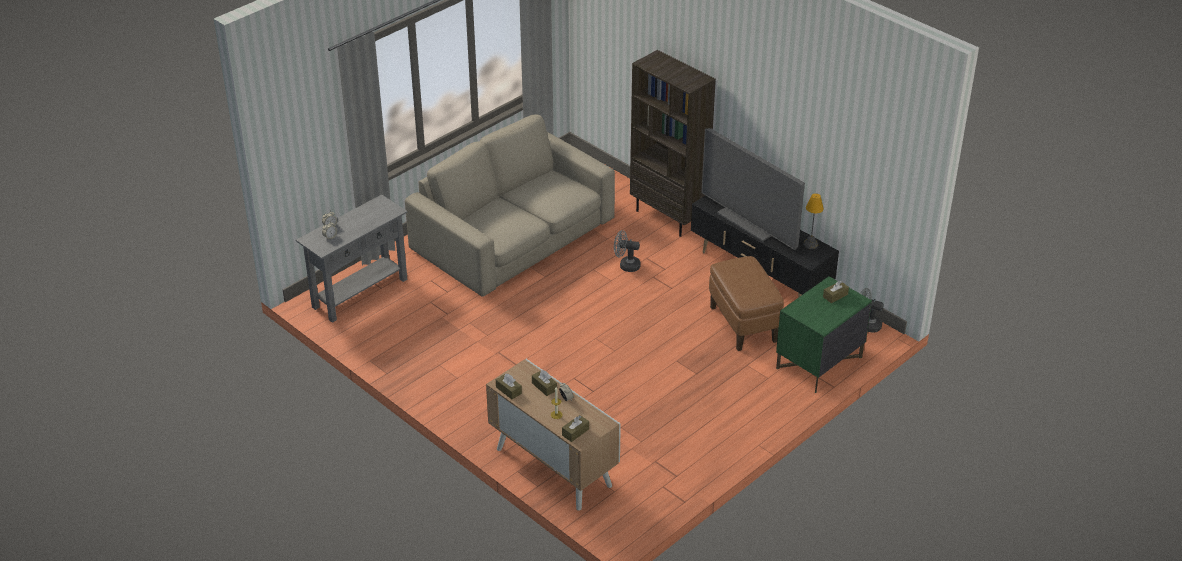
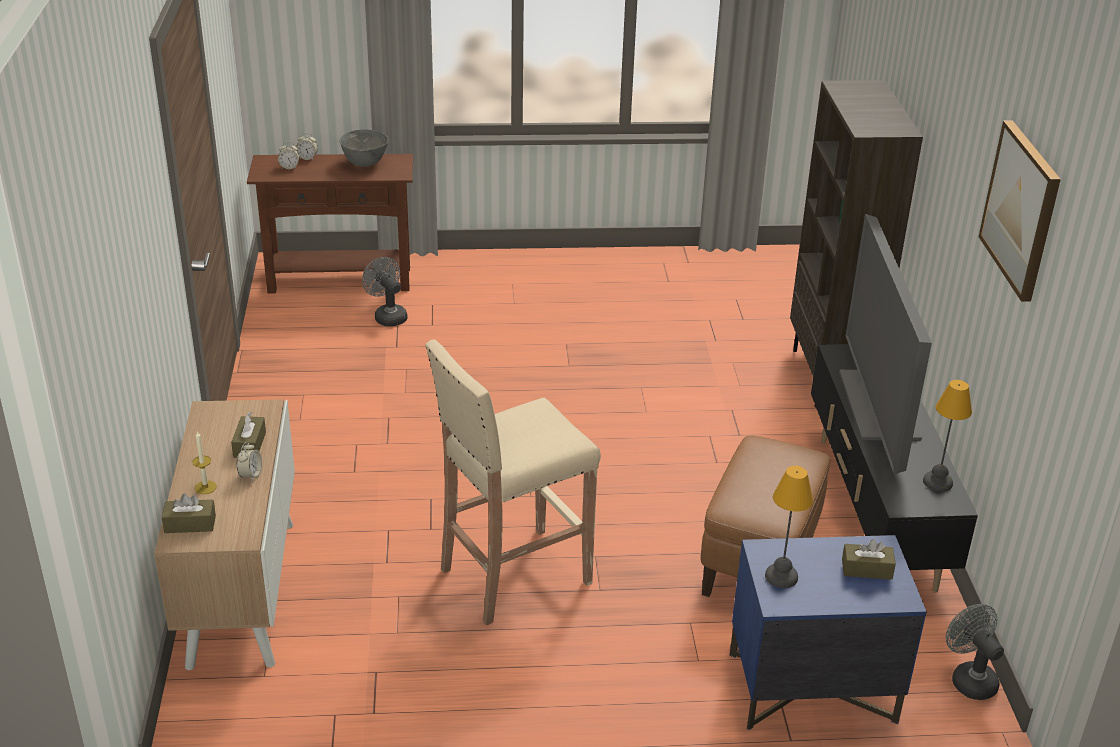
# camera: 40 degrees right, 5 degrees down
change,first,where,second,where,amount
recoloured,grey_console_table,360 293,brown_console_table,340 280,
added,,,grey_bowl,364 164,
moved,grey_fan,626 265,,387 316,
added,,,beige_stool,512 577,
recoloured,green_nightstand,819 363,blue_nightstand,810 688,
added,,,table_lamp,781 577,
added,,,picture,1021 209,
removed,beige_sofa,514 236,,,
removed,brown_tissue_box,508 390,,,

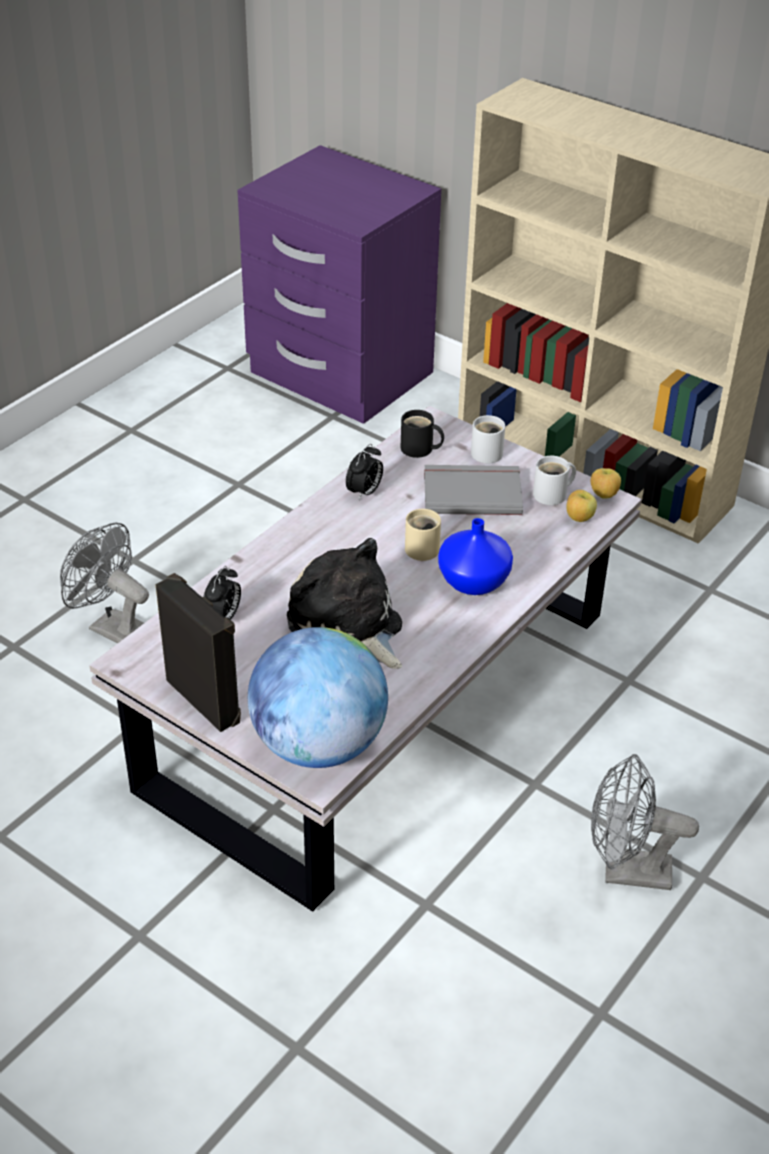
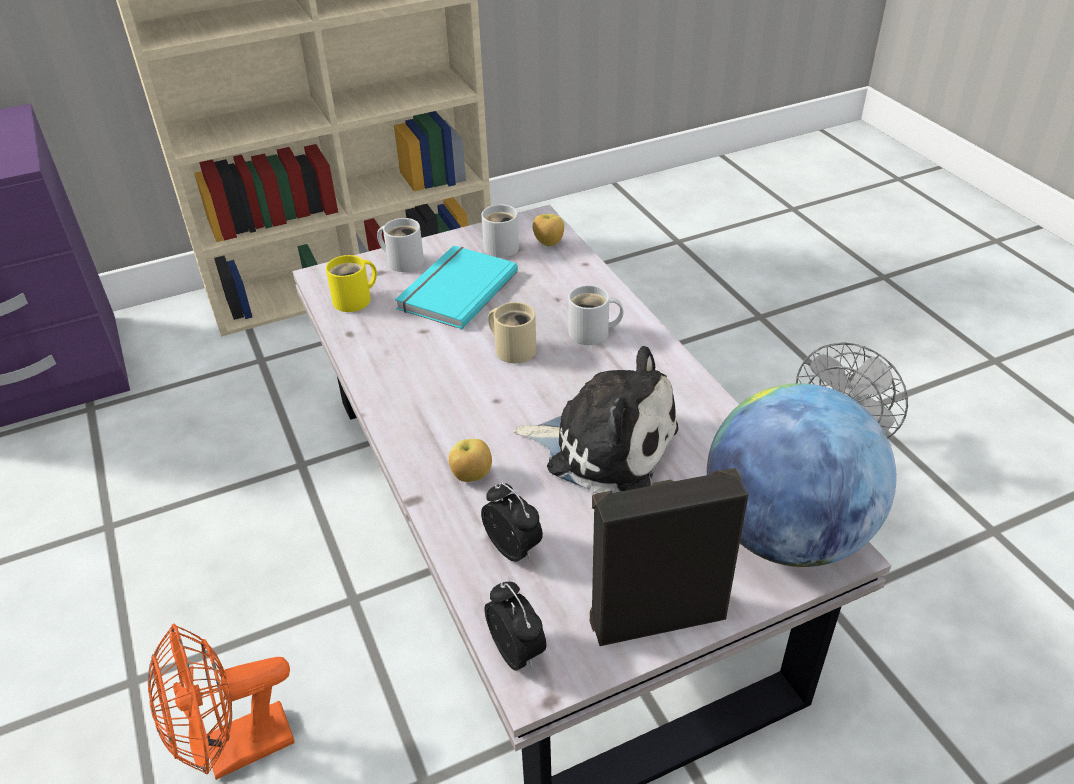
# camera: 60 degrees left, 0 degrees up
change,first,where,second,where,amount
recoloured,grey_fan,112 628,orange_fan,236 750,
recoloured,black_mug,419 449,yellow_mug,356 300,
recoloured,grey_book,471 492,turquoise_book,454 290,
moved,apple,603 495,,471 476,
moved,alarm_clock,364 492,,517 652,
turned,plush_toy,348 628,,604 446,150 degrees counterclockwise
replaced,blue_vase,475 582,white_mug,593 333,

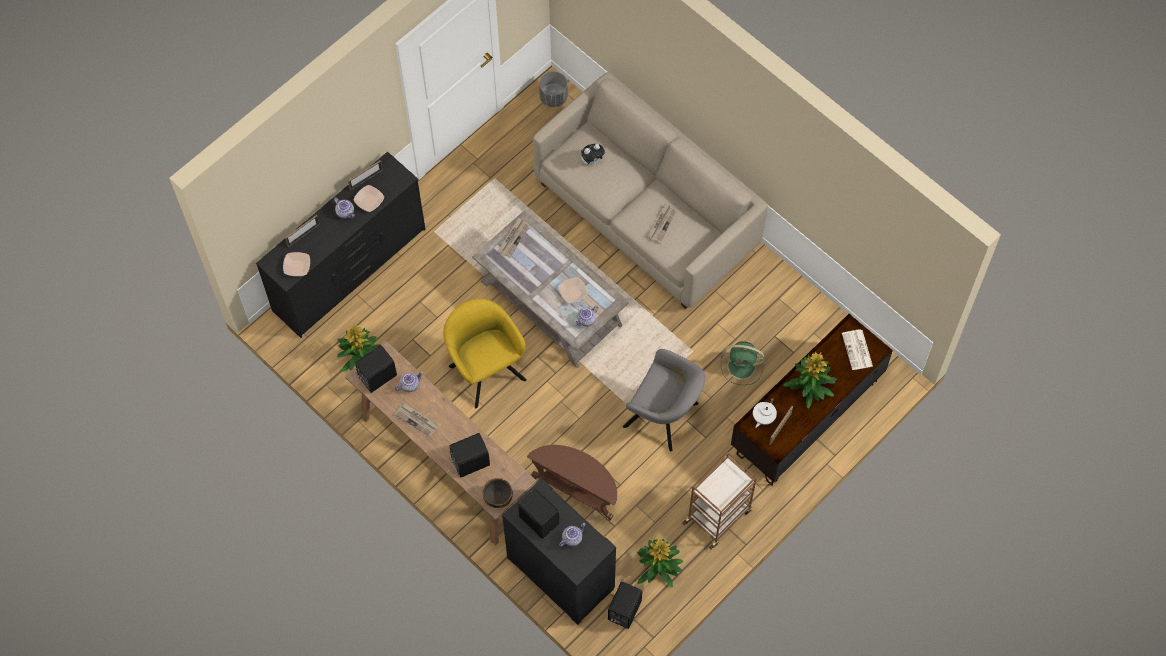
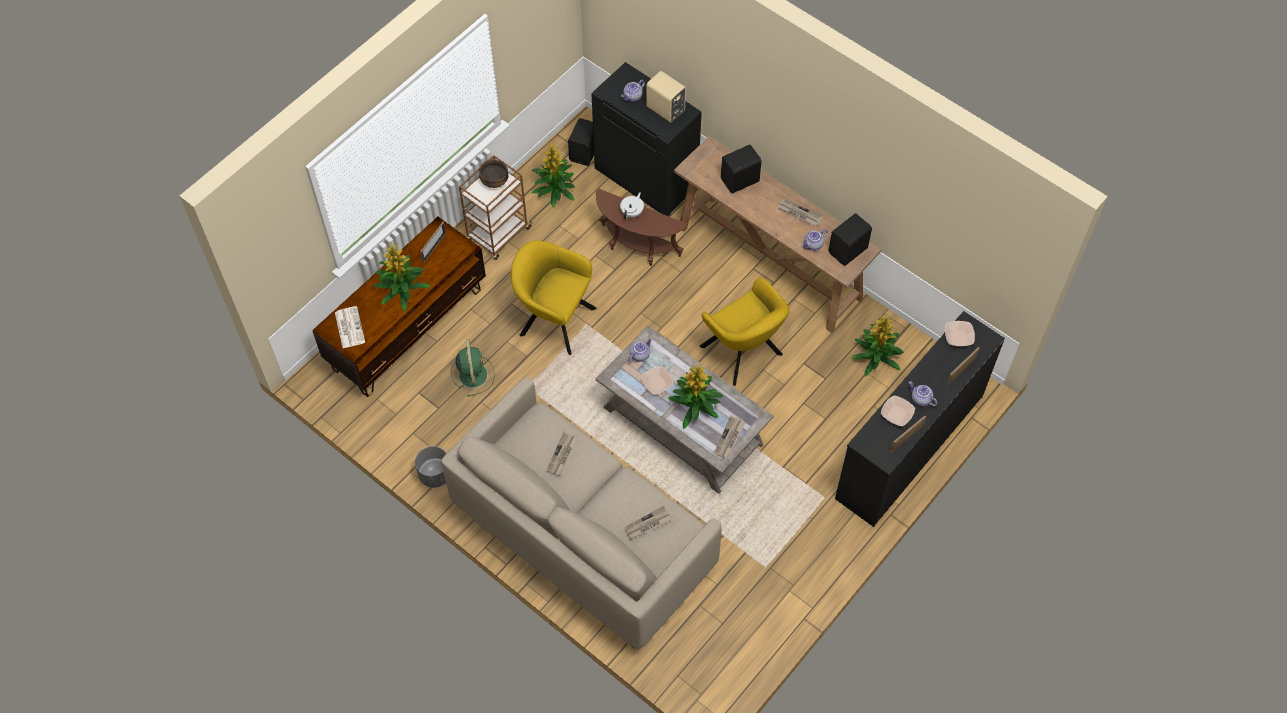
# camera: 175 degrees right, 5 degrees down
change,first,where,second,where,amount
moved,grey_planter,554 97,,435 475,
turned,green_fan,743 366,,473 374,75 degrees clockwise
moved,bowl,498 497,,494 182,
recoloured,grey_armchair,664 417,yellow_armchair,553 319,
moved,white_teapot,763 417,,632 212,
replaced,plush_toy,592 161,newspaper,648 524,
recoloured,black_speaker,539 519,beige_speaker,665 110,
added,,,potted_plant,695 405,

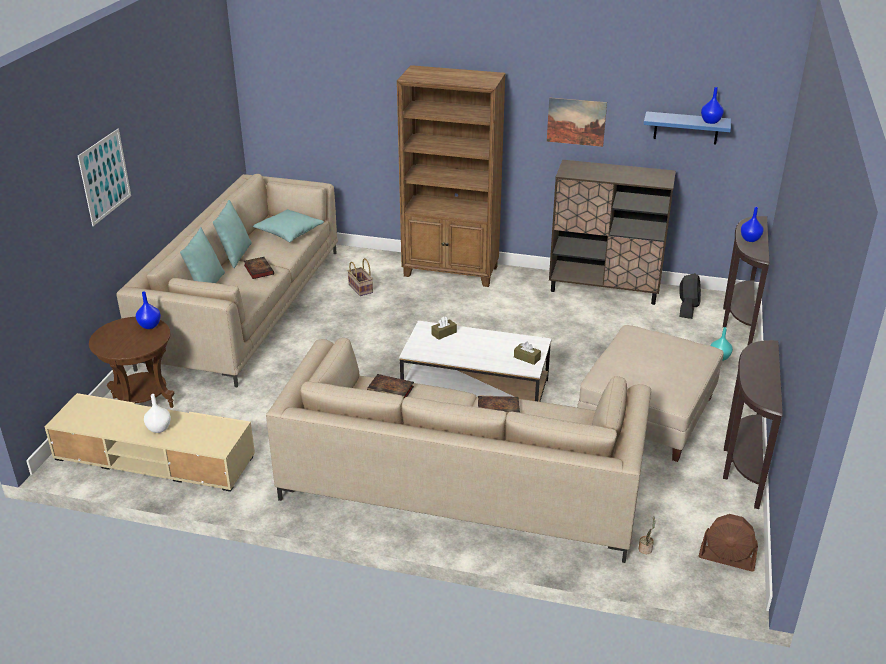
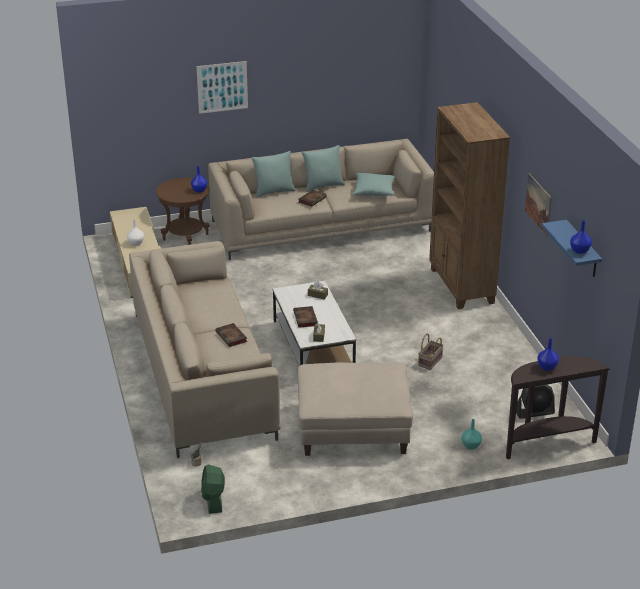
# camera: 60 degrees right, 0 degrees up
change,first,where,second,where,amount
recoloured,brown_fan,727 558,green_fan,213 500,
moved,book,392 390,,306 319,
moved,basket,361 289,,430 362,
removed,brown_cabinet,604 289,,,
removed,brown_console_table,741 466,,,

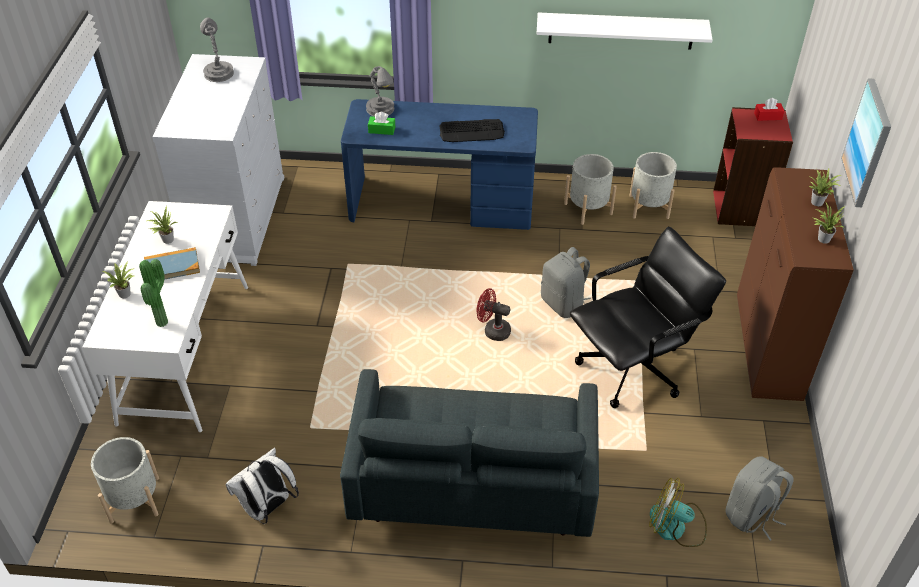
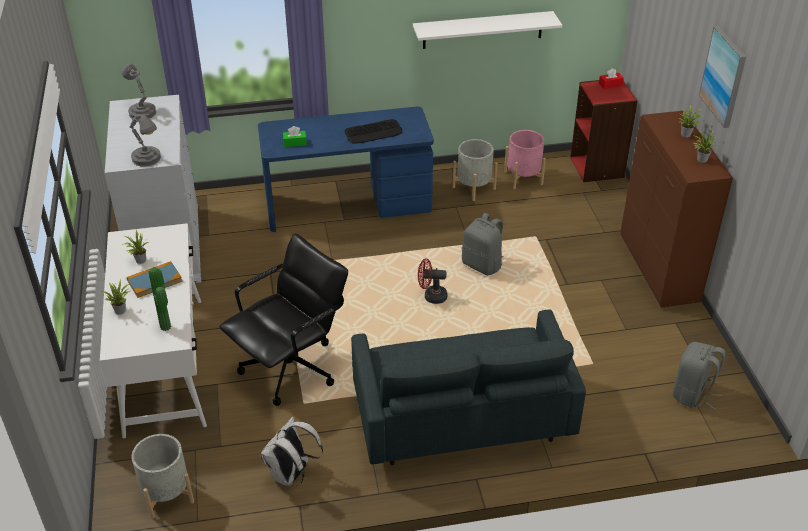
# camera: 15 degrees left, 5 degrees down
change,first,where,second,where,amount
moved,grey_table_lamp,381 110,,148 159,
moved,black_office_chair,633 369,,291 368,
recoloured,grey_planter,649 206,pink_planter,523 178,
removed,fan,676 526,,,

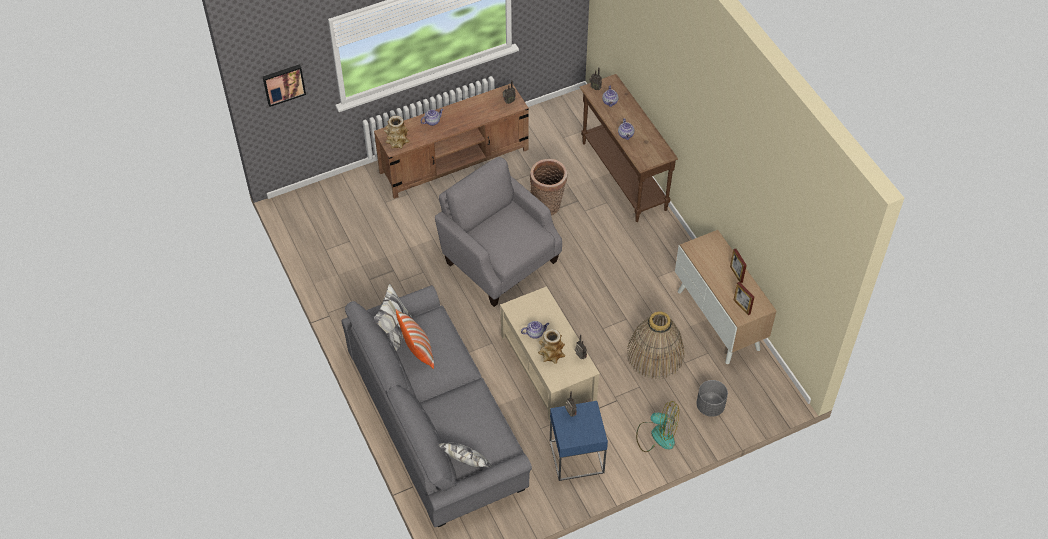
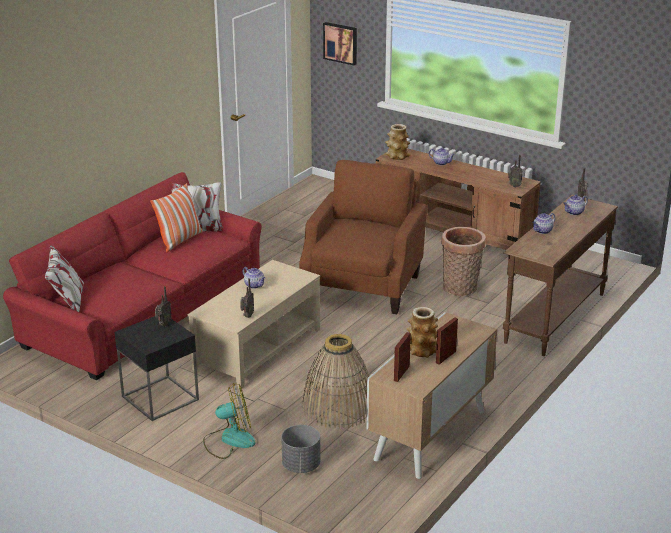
# camera: 60 degrees right, 25 degrees down
change,first,where,second,where,amount
recoloured,grey_sofa,436 419,red_sofa,145 310,
recoloured,blue_side_table,576 456,black_side_table,160 398,
turned,fan,656 435,,229 440,90 degrees counterclockwise
recoloured,grey_armchair,499 260,brown_armchair,363 285,
moved,vase,551 354,,422 350,

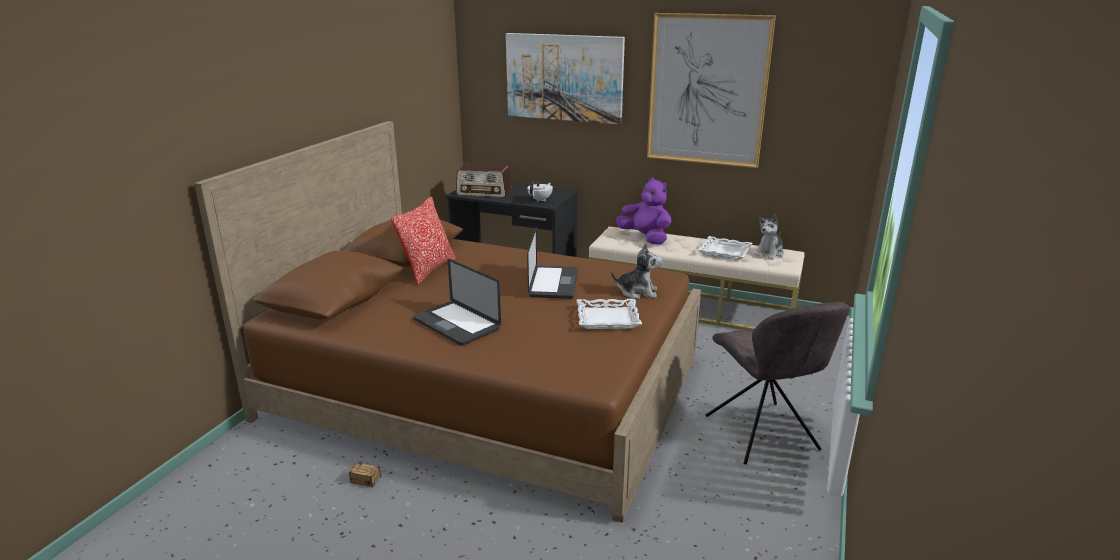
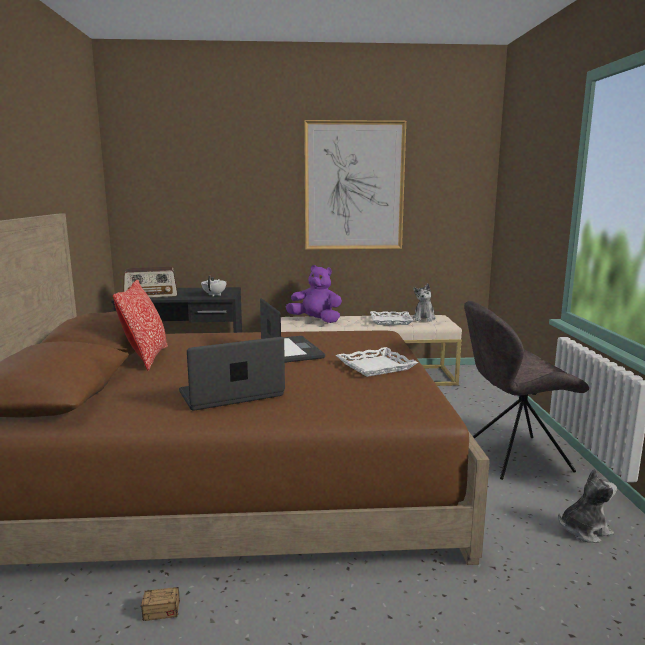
# camera: 25 degrees left, 10 degrees down
change,first,where,second,where,amount
turned,laptop,456 324,,231 394,135 degrees clockwise
turned,grey_chair,763 435,,513 457,120 degrees clockwise
moved,plush_toy,637 292,,583 530,
removed,picture,564 78,,,

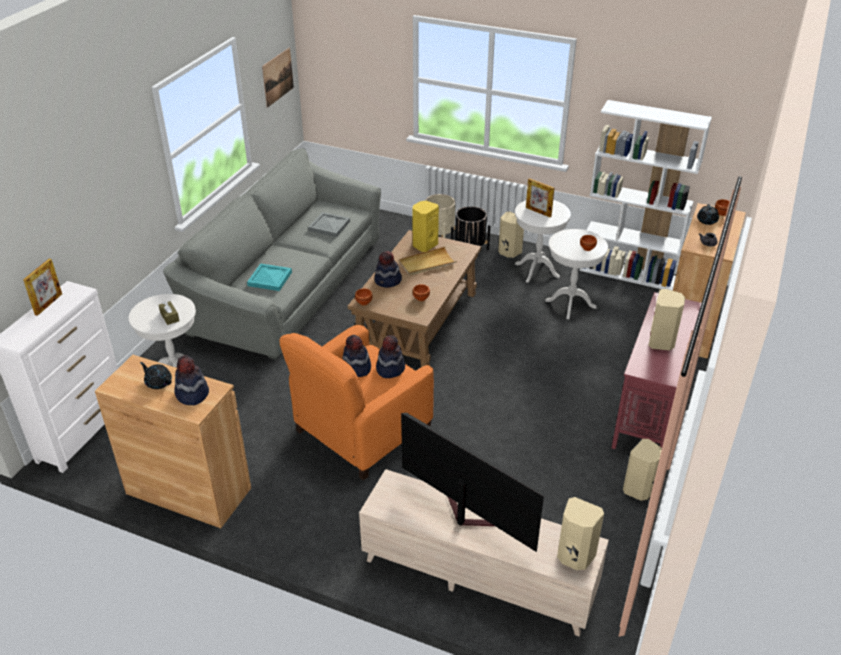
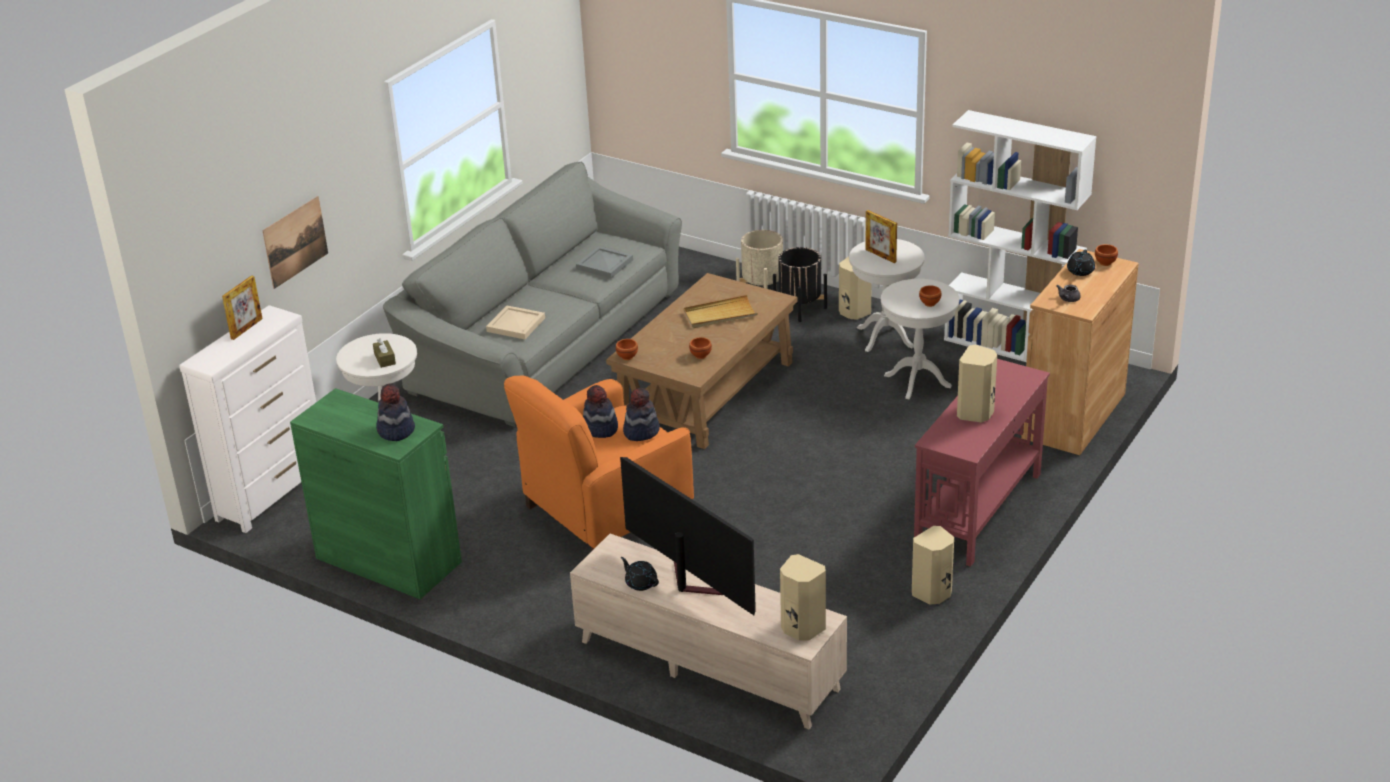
# camera: 10 degrees right, 5 degrees down
change,first,where,second,where,amount
moved,picture,278 77,,295 242,
recoloured,brown_cabinet,188 491,green_cabinet,388 560,
recoloured,turquoise_tray,270 278,beige_tray,517 324,
moved,black_teapot,158 382,,640 583,
removed,hat,388 281,,,
removed,yellow_speaker,424 245,,,

